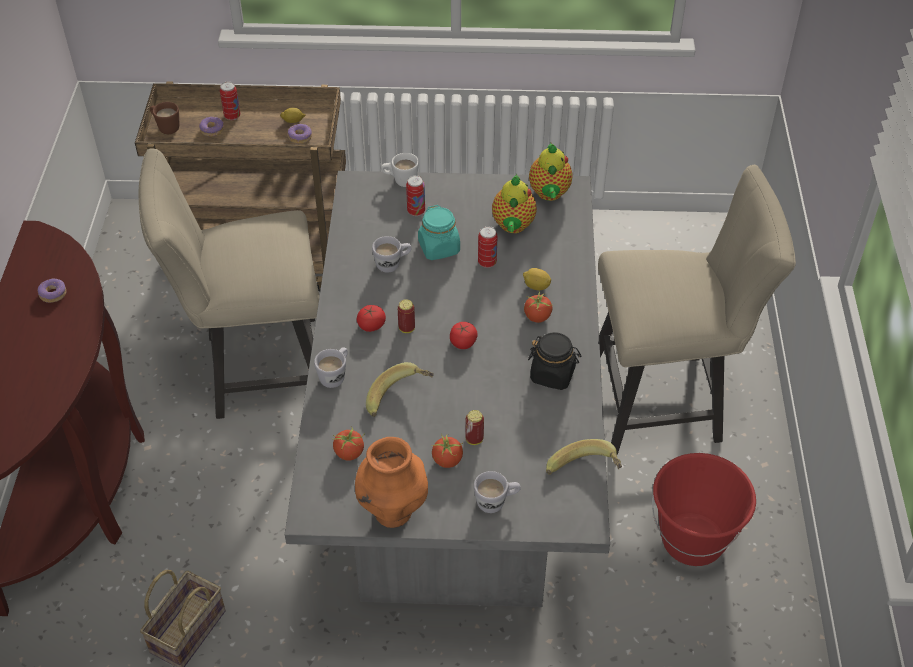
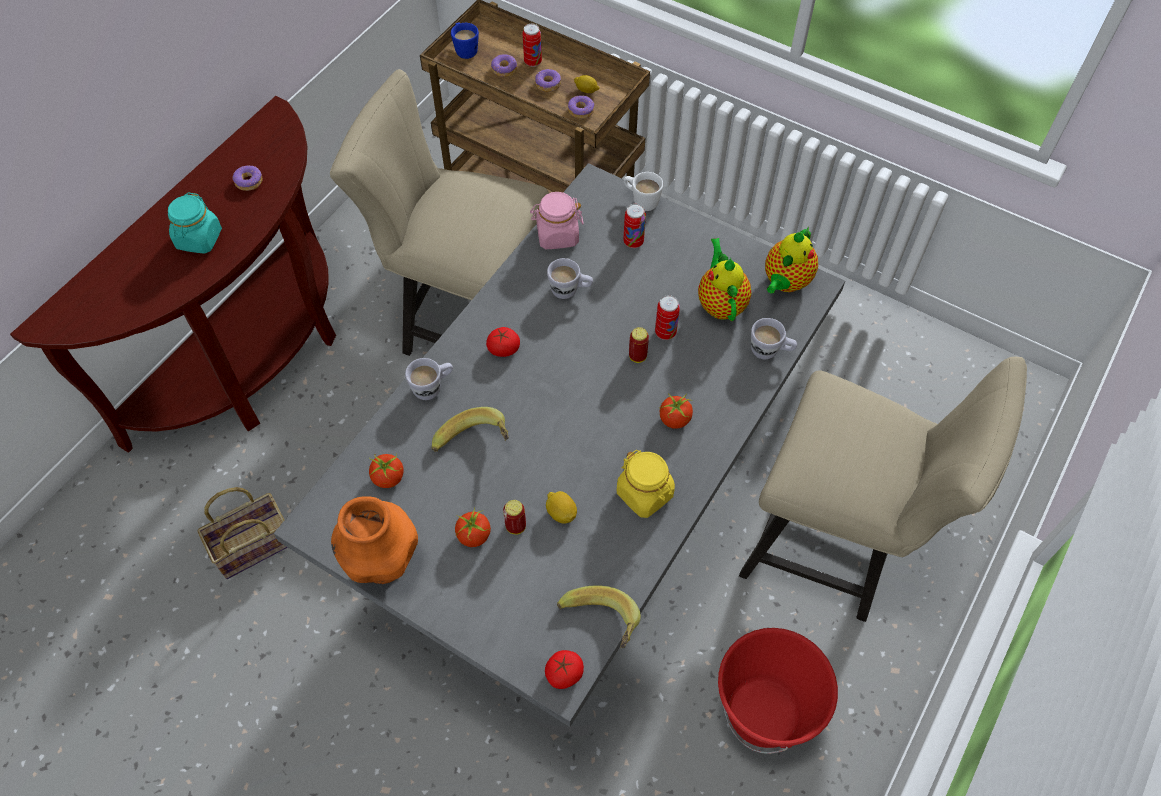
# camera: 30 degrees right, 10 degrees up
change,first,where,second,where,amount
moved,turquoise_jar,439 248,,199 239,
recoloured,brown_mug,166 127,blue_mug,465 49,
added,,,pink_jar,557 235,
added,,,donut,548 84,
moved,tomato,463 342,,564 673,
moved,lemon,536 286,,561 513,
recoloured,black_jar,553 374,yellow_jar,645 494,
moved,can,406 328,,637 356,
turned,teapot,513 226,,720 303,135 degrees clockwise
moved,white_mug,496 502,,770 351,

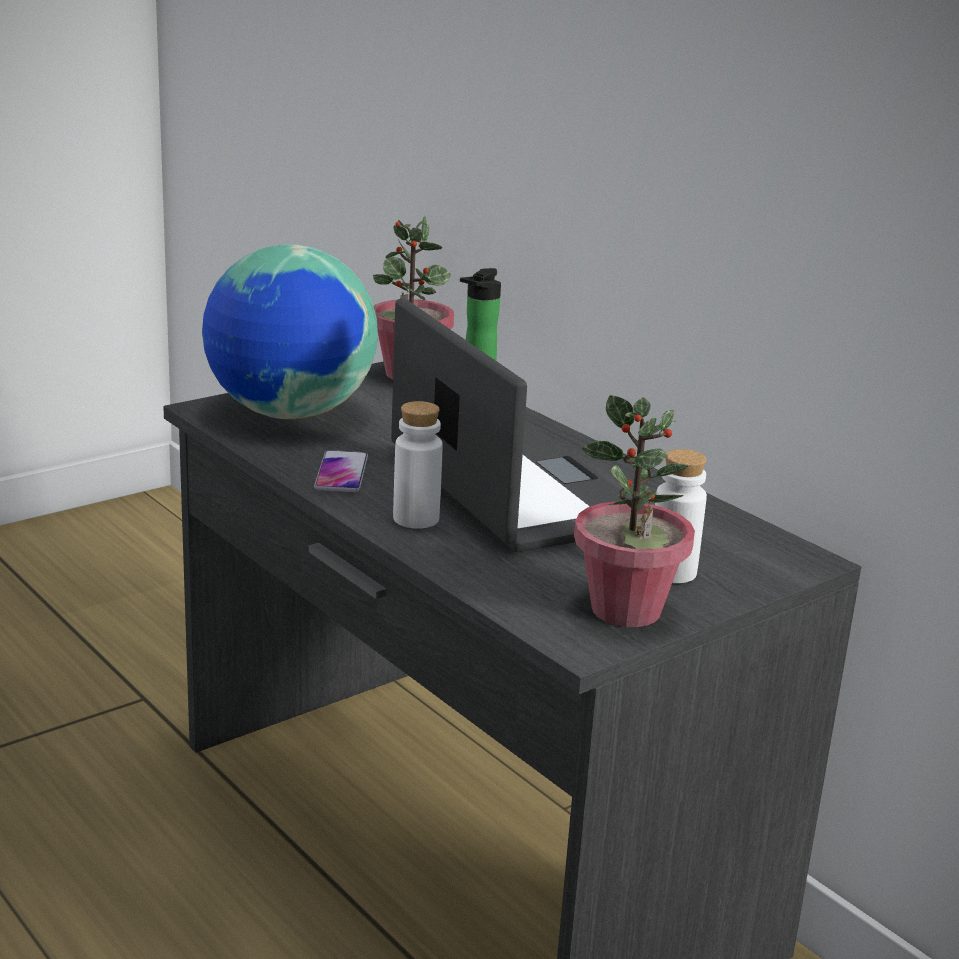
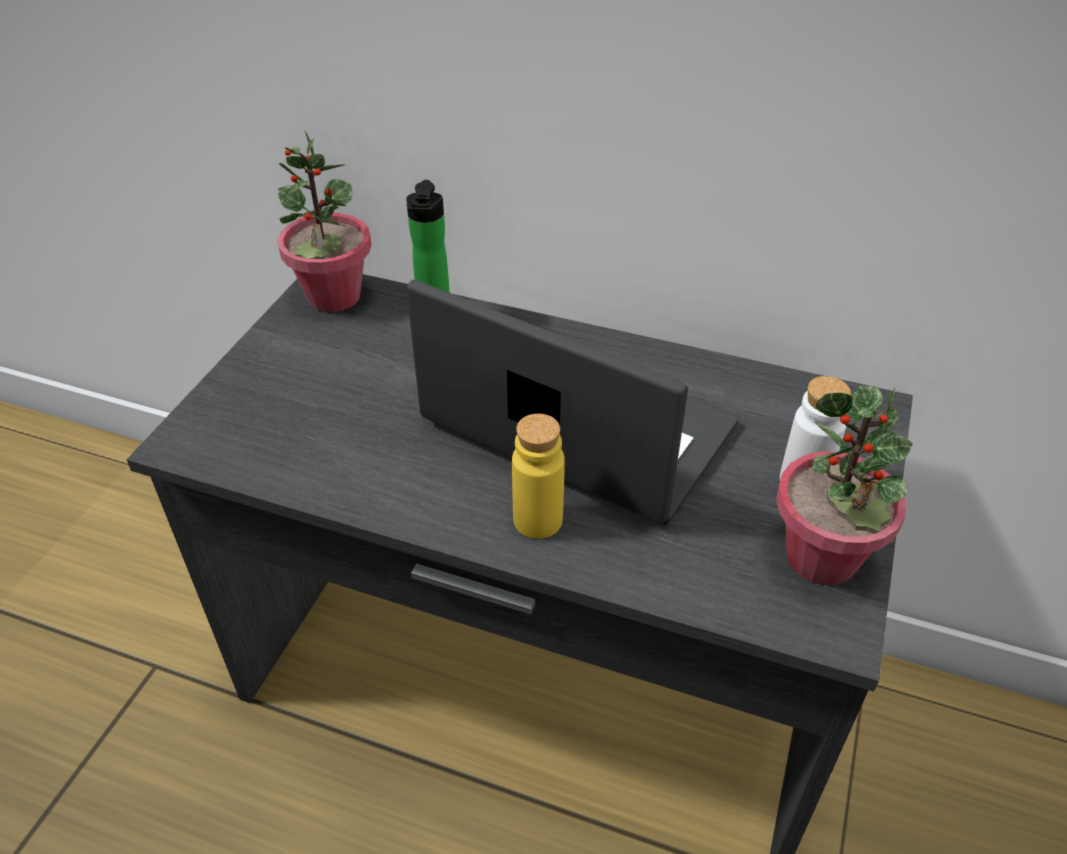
# camera: 30 degrees left, 20 degrees up
change,first,where,second,where,amount
recoloured,white_bottle,416 519,yellow_bottle,538 520,
removed,globe,290 414,,,
removed,phone,341 473,,,

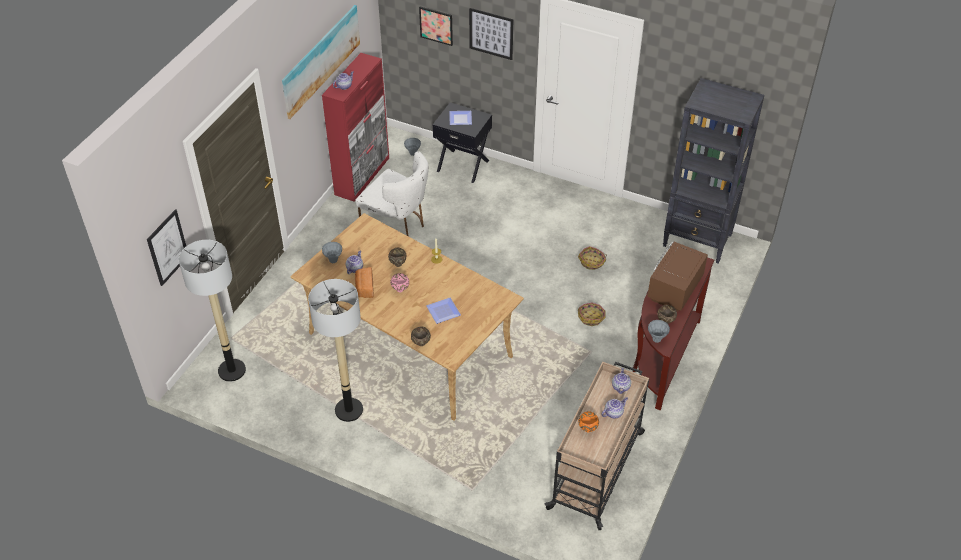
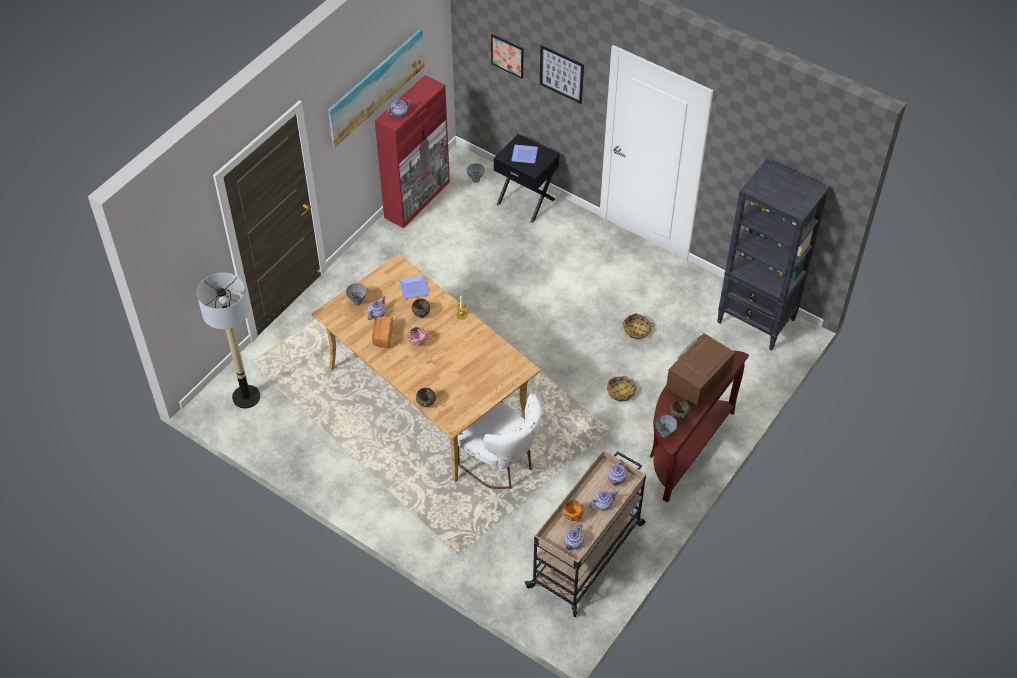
# camera: 10 degrees right, 5 degrees up
change,first,where,second,where,amount
moved,plate,442 311,,413 287,
moved,white_chair,398 226,,501 464,
added,,,teapot,573 543,
removed,picture,167 247,,,
removed,floor_lamp,348 410,,,

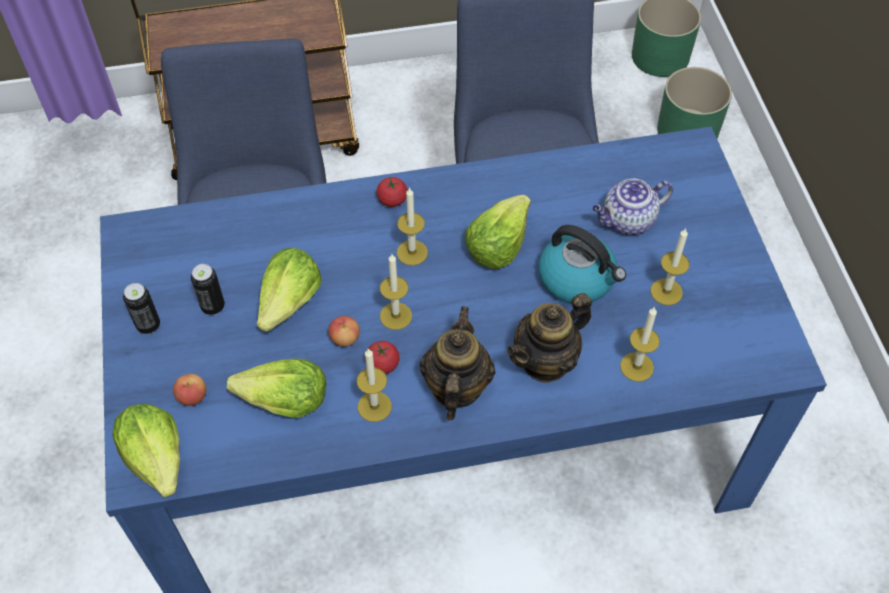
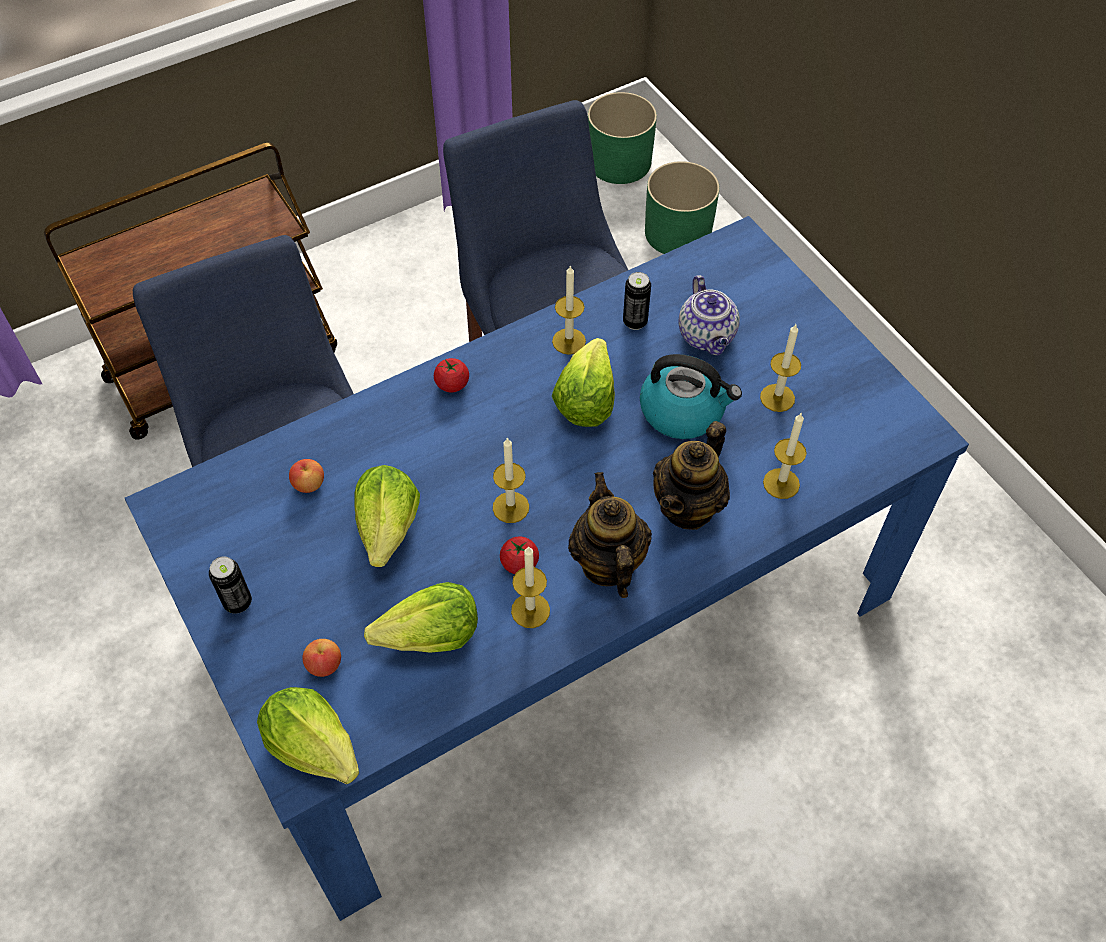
# camera: 20 degrees left, 0 degrees up
change,first,where,second,where,amount
moved,apple,345 338,,309 484,
moved,candle,412 252,,569 341,
moved,can,213 306,,635 322,
turned,teapot,627 221,,707 337,60 degrees counterclockwise

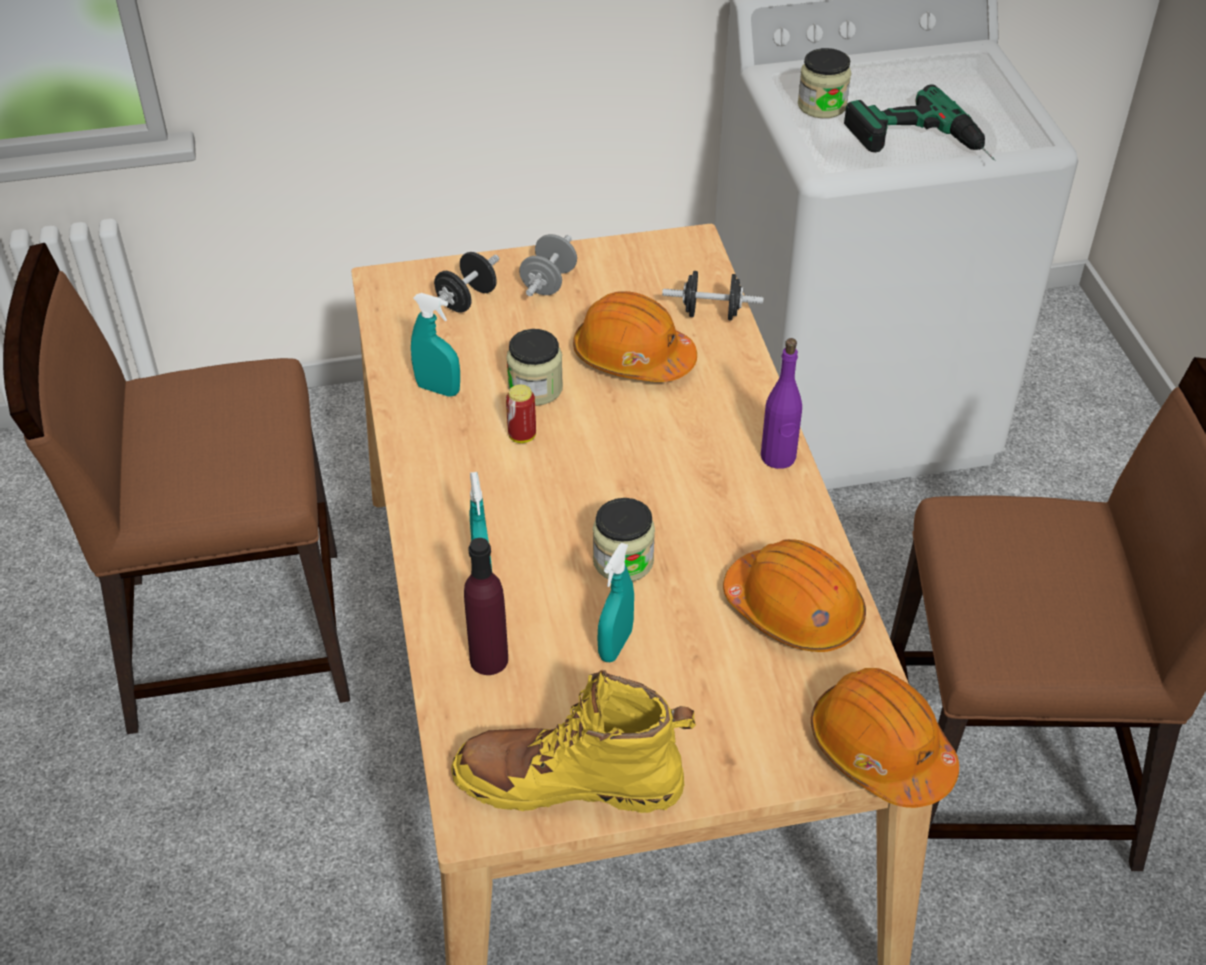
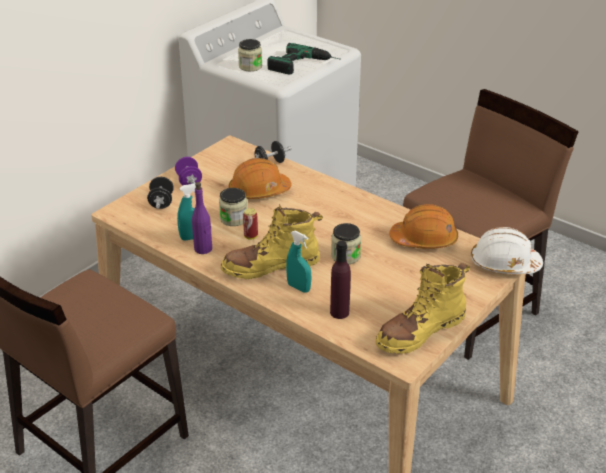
# camera: 40 degrees left, 10 degrees down
change,first,where,second,where,amount
recoloured,grey_dumbbell,548 282,purple_dumbbell,189 182,
moved,purple_bottle,778 457,,203 249,
added,,,yellow_boot,271 266,
recoloured,orange_hard_hat,880 750,white_hard_hat,504 264,
removed,turquoise_spray_bottle,615 645,,,

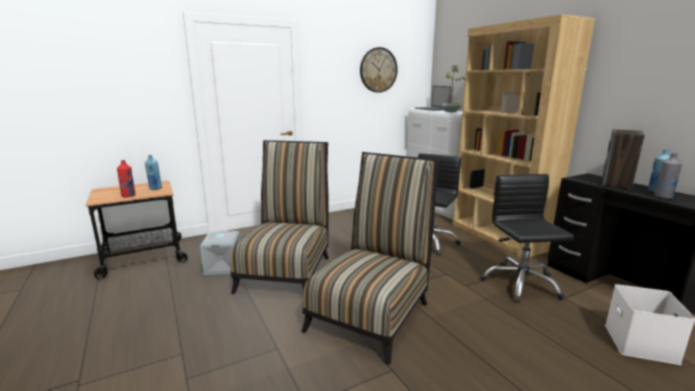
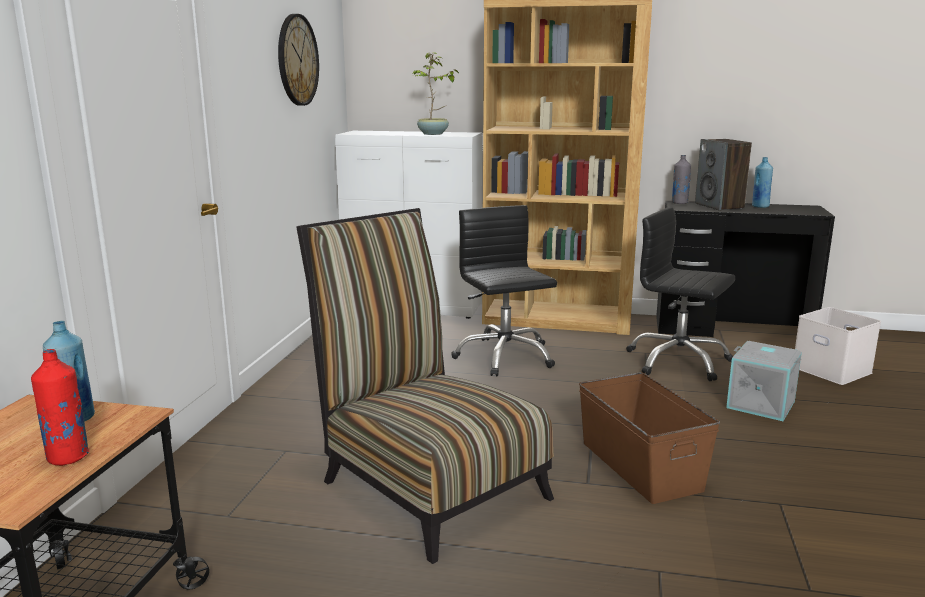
# camera: 50 degrees left, 0 degrees up
change,first,where,second,where,amount
replaced,chair,372 312,brown_storage_box,640 465,
moved,grey_bottle,663 197,,679 203,
moved,grey_storage_box,224 266,,761 404,
removed,laptop,432 109,,,

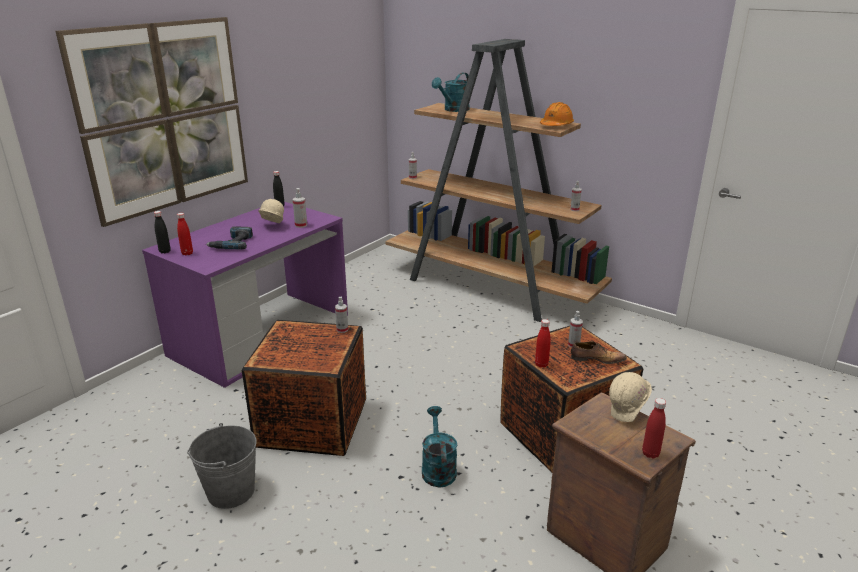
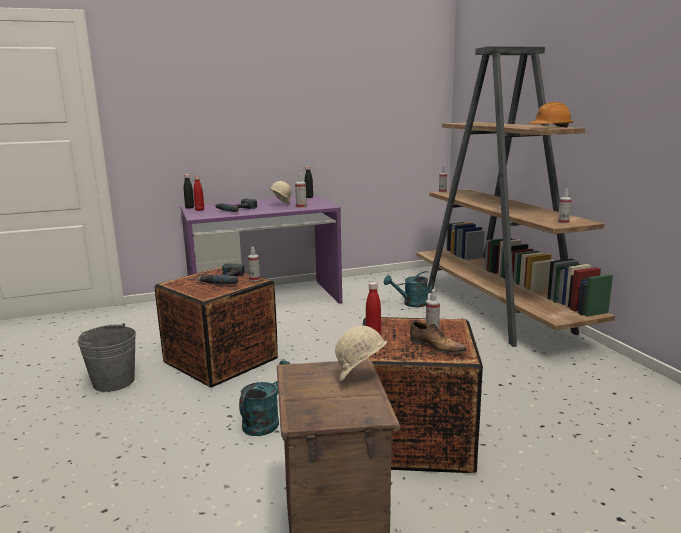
# camera: 35 degrees right, 10 degrees down
change,first,where,second,where,amount
added,,,power_drill,223 279,
moved,turquoise_watering_can,453 110,,411 304,
removed,picture,164 117,,,
removed,red_bottle,650 453,,,

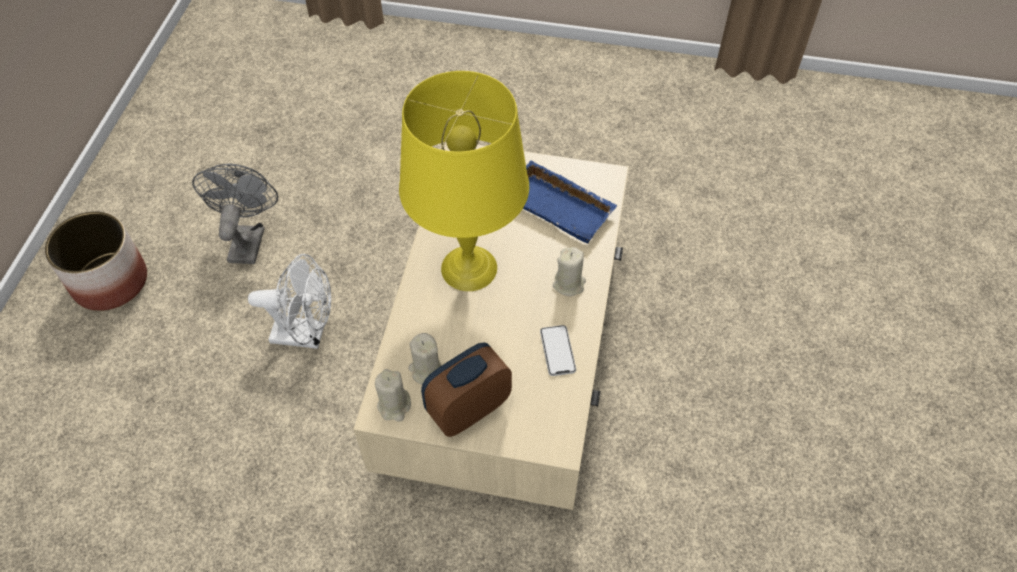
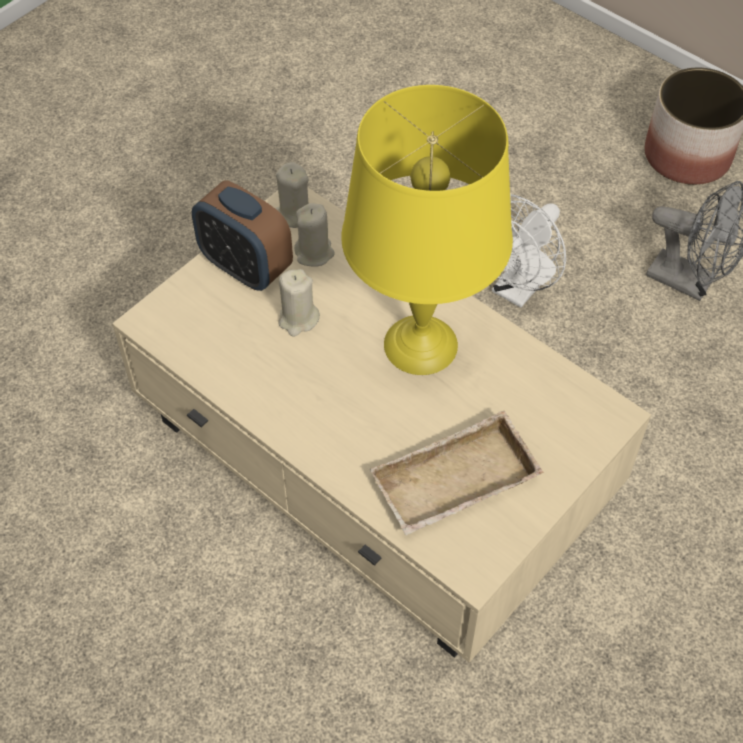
# camera: 120 degrees right, 0 degrees up
change,first,where,second,where,amount
turned,alarm_clock,468 409,,246 267,135 degrees clockwise
moved,beige_candle,569 284,,298 319,
recoloured,blue_tray,561 206,beige_tray,455 485,
removed,phone,557 351,,,

